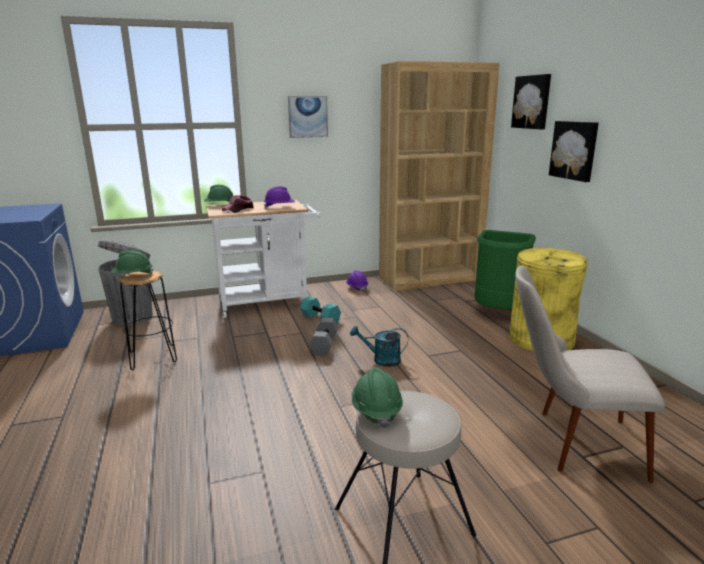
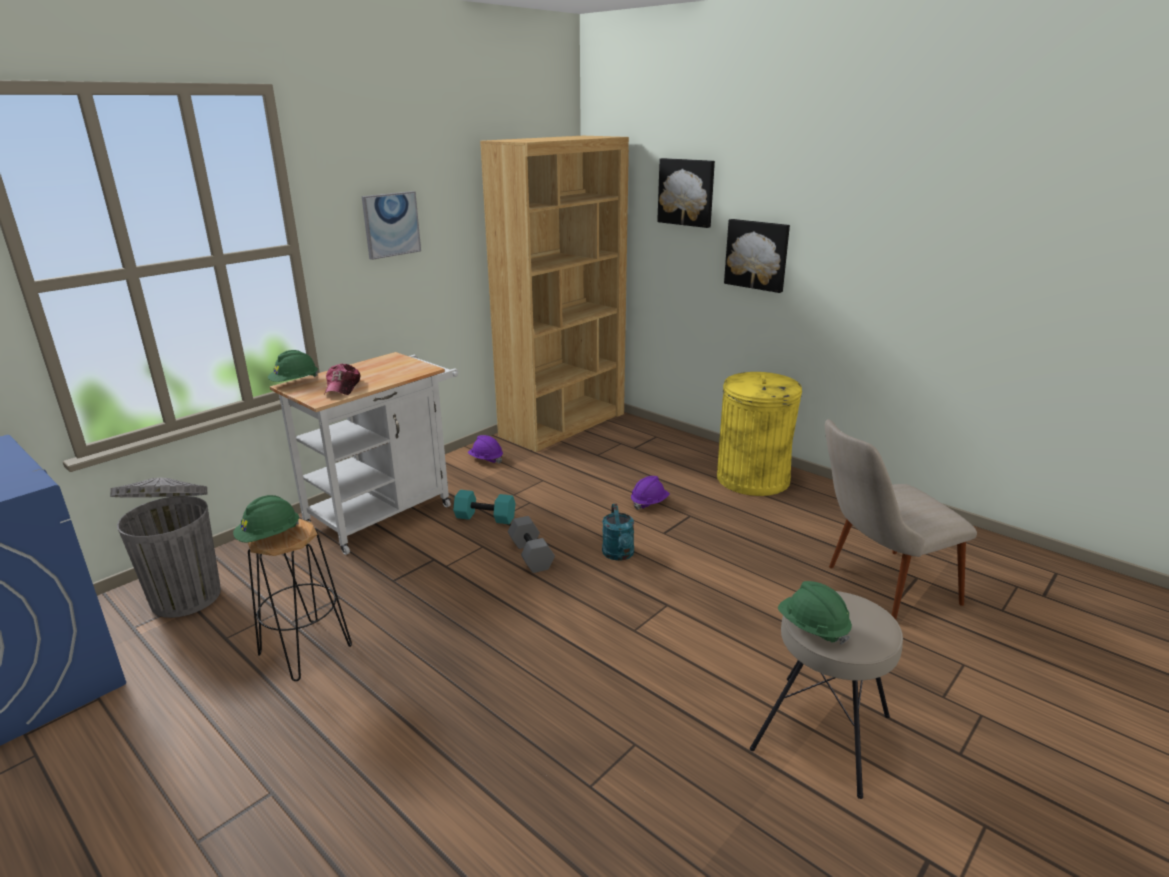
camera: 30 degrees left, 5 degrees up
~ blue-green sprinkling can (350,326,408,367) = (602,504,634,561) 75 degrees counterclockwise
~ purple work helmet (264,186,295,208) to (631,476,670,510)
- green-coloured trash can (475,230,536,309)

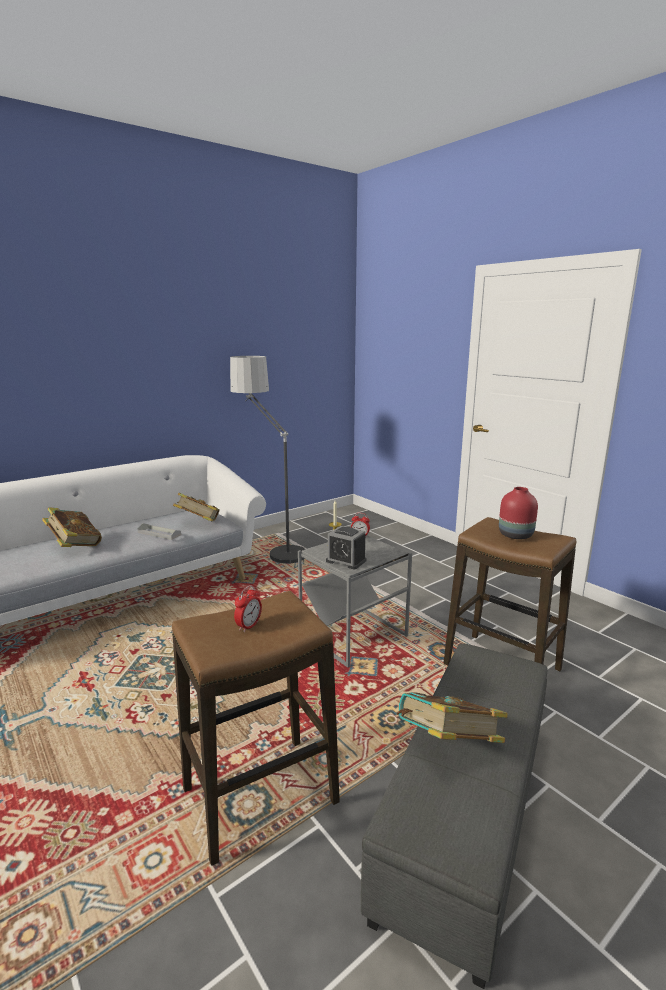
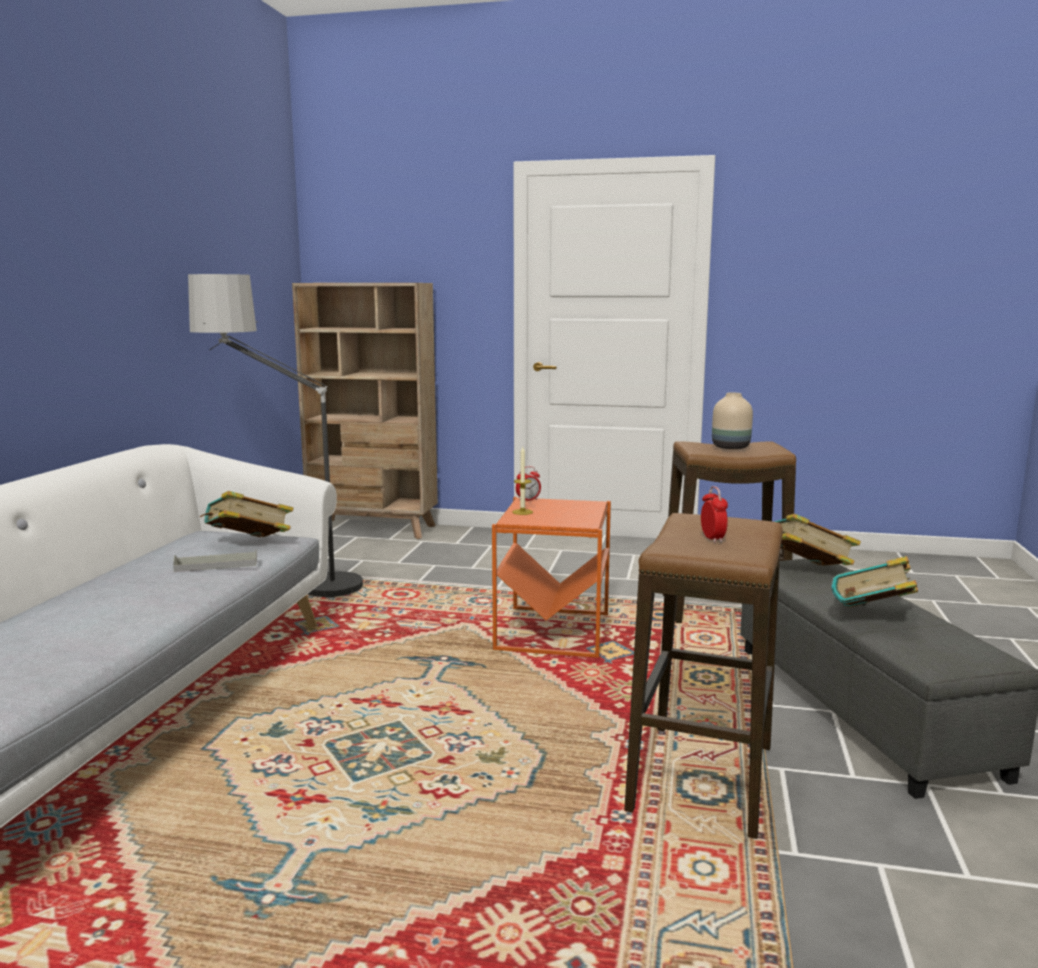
camera: 40 degrees left, 5 degrees down
+ sand-coloured bookshelf (292,283,438,539)
~ grey side table (298,535,412,668) to orange-coloured side table (492,497,611,658)
~ reddish vase (499,487,538,539) to sand-coloured vase (712,393,753,449)
~ book (42,507,102,547) to (774,514,861,566)
- alarm clock (326,526,366,569)

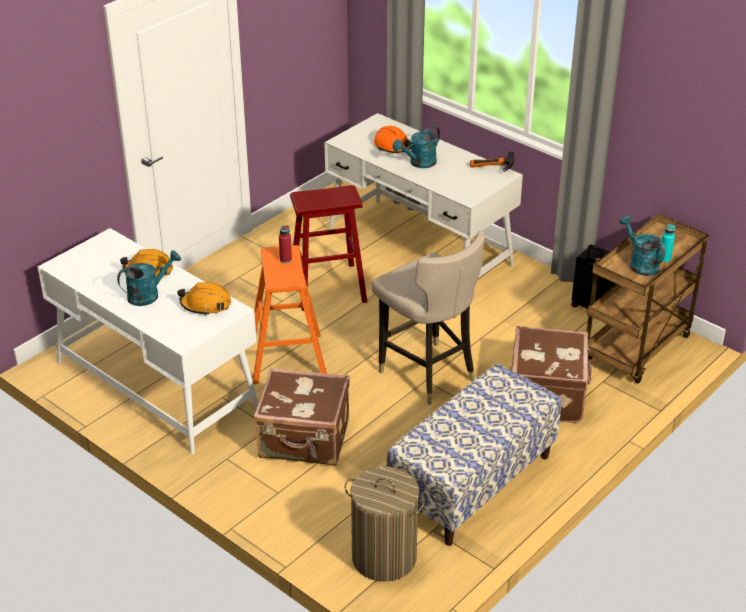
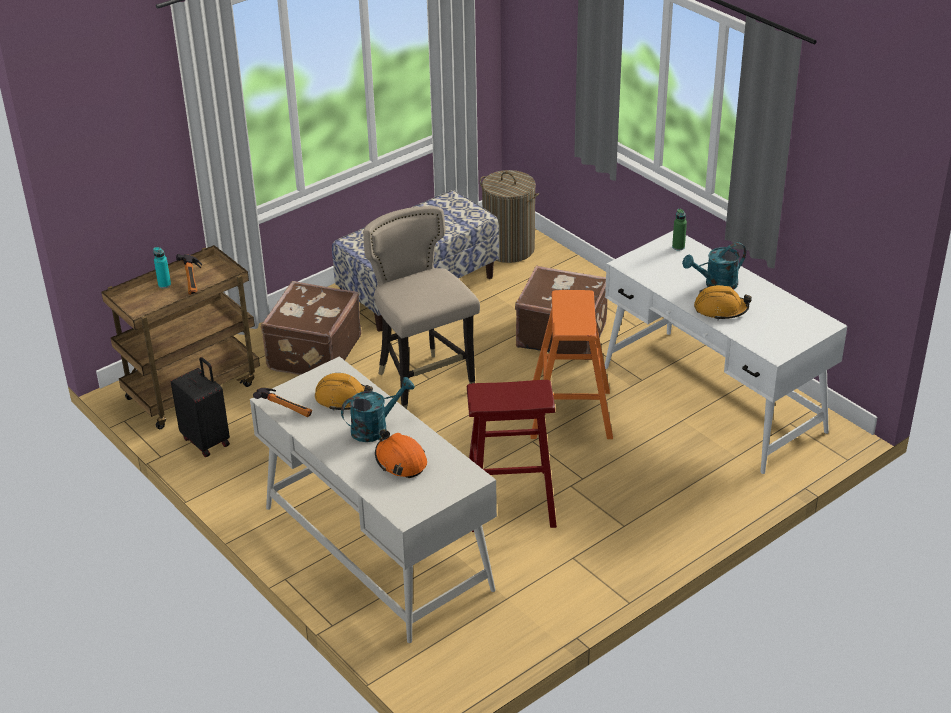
camera: 170 degrees left, 0 degrees up
~ blue-green sprinkling can (620,215,665,276) to hand hammer (176,254,202,295)
~ orange-coloured work helmet (177,282,231,316) to (315,373,373,411)
+ green-coloured bottle (672,209,687,250)
- reddish bottle (279,225,292,263)

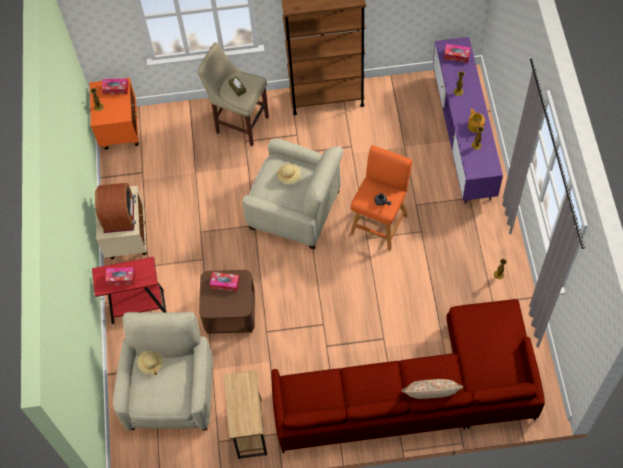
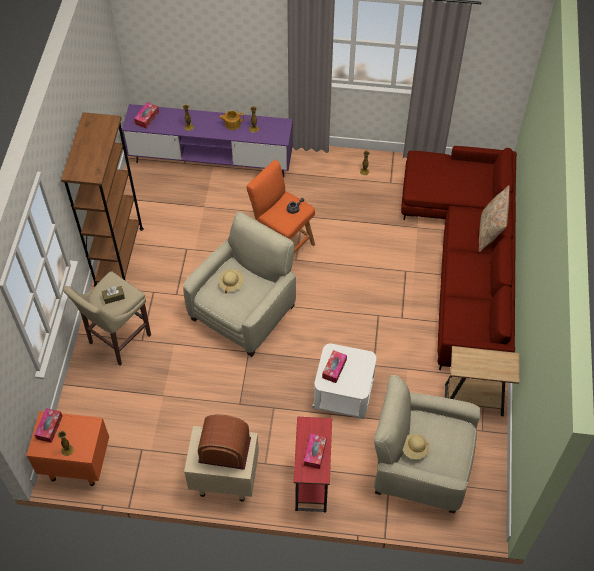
camera: 80 degrees left, 5 degrees down
~ brown-coloured side table (199,270,255,334) to white-coloured side table (312,343,376,419)

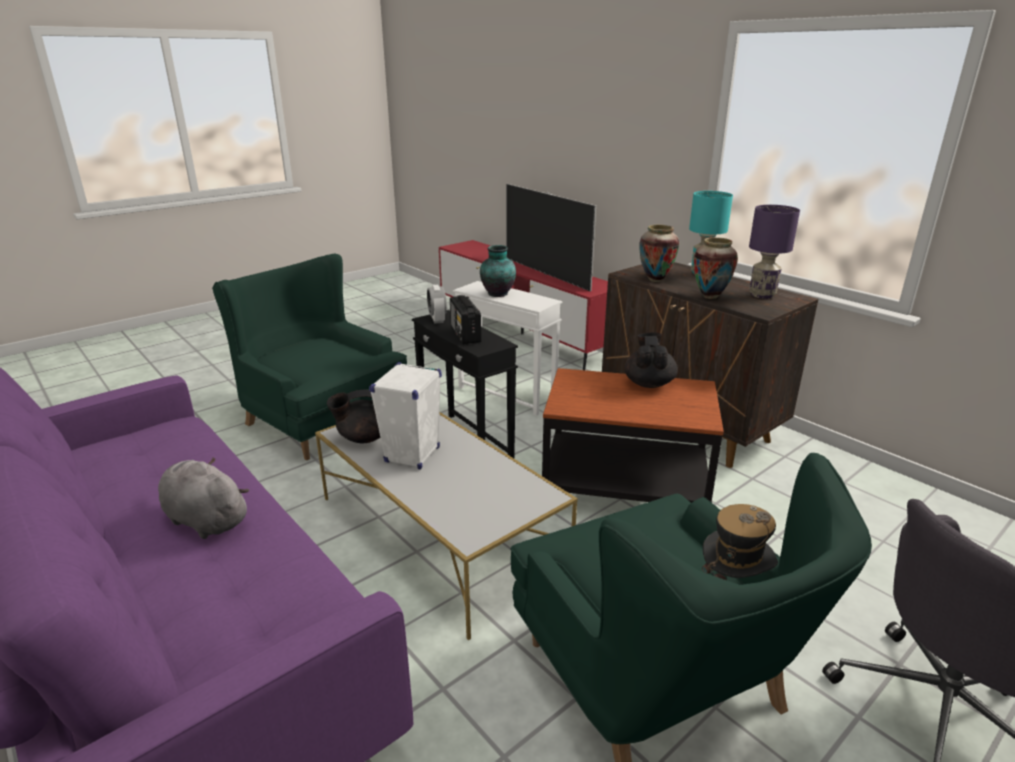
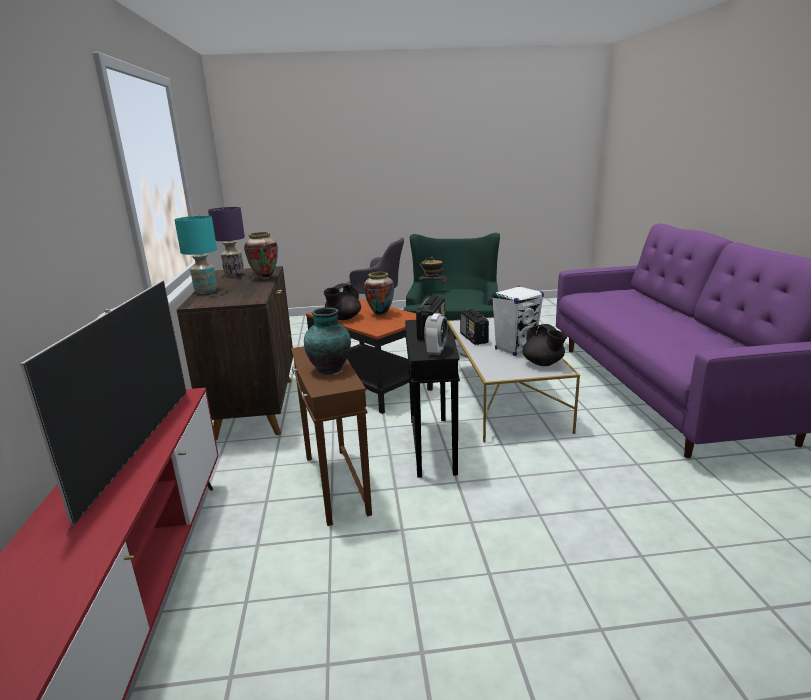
camera: 145 degrees left, 5 degrees down
~ white-coloured side table (453,281,562,416) to brown-coloured side table (291,346,372,526)
~ vase (639,225,679,282) to (364,272,394,316)
+ radio set (460,309,489,345)
~ black-coloured tea pot (327,389,381,443) = (522,324,567,366) 45 degrees clockwise
- grey cuddly toy (158,457,249,539)
- green-coloured armchair (212,254,407,460)

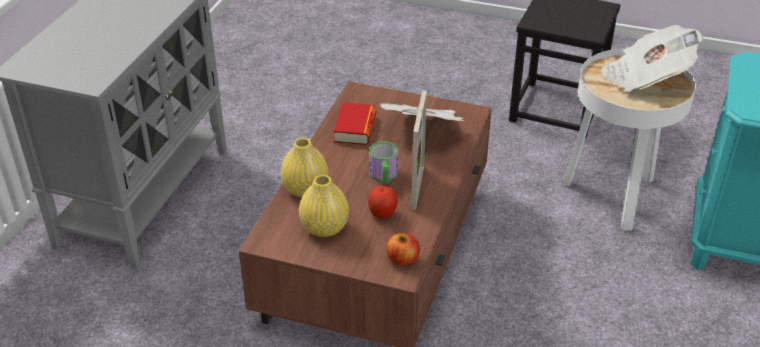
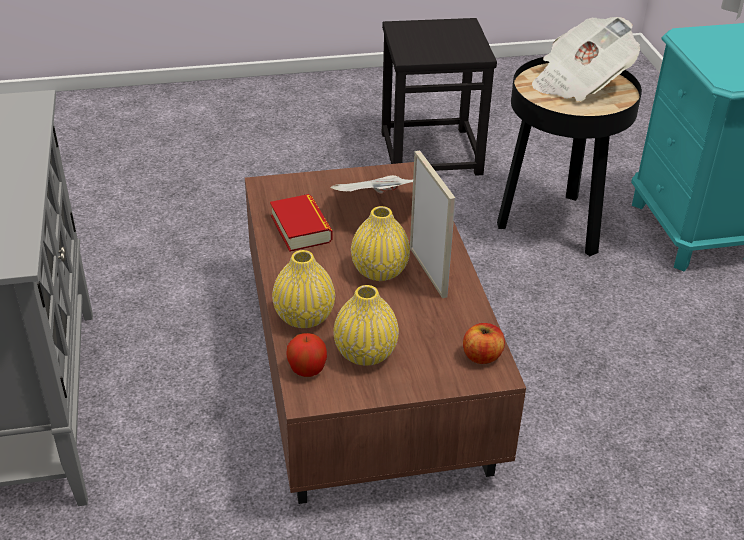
camera: 30 degrees left, 0 degrees up
~ whole apple (368,186,398,218) to (286,333,327,377)
~ tea mug (369,141,398,183) to yellow vase (351,206,410,281)
~ white-coloured side table (563,49,696,231) to black-coloured side table (497,57,642,256)

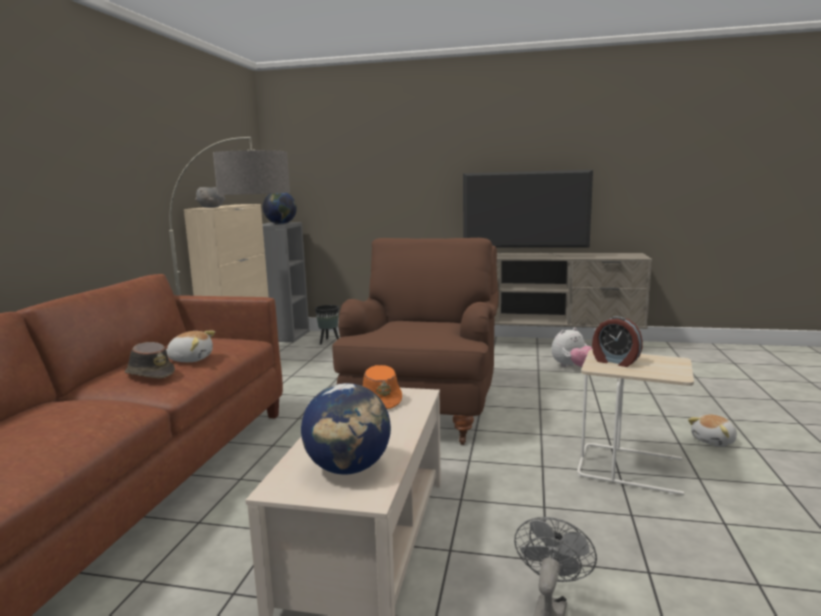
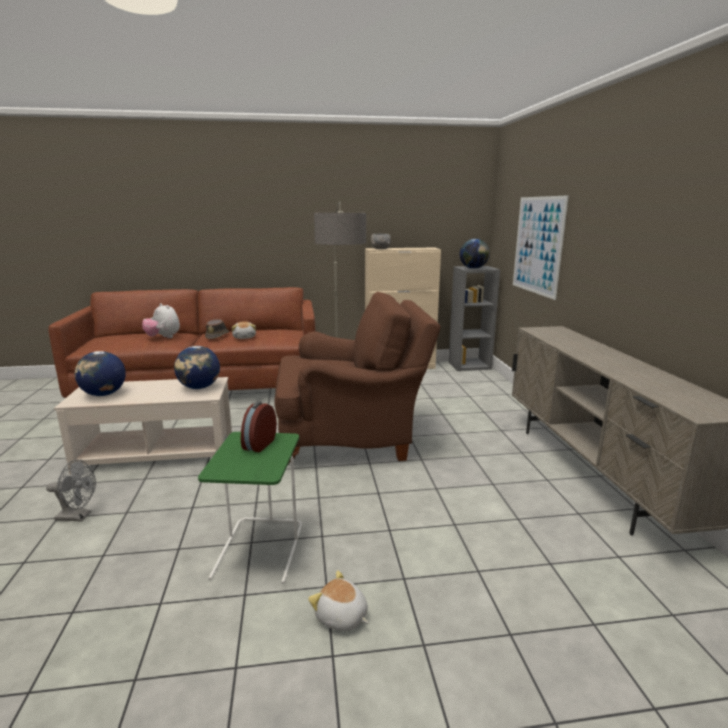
camera: 70 degrees right, 5 degrees up
~ cuddly toy (551,327,592,367) to (142,303,180,338)
~ orange-coloured clothing hat (363,365,402,409) to globe (174,346,220,389)
~ sand-coloured side table (577,349,694,495) to green-coloured side table (198,432,302,584)
+ wall art (513,195,569,300)
- black-coloured flower pot (315,305,339,345)
- TV (463,170,593,257)

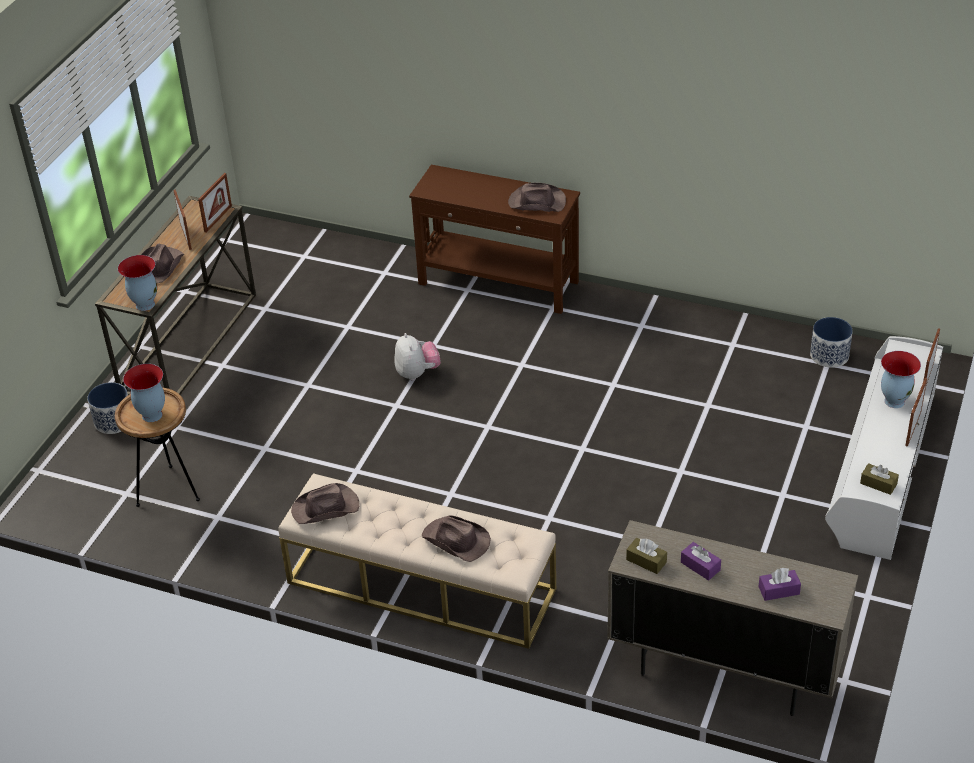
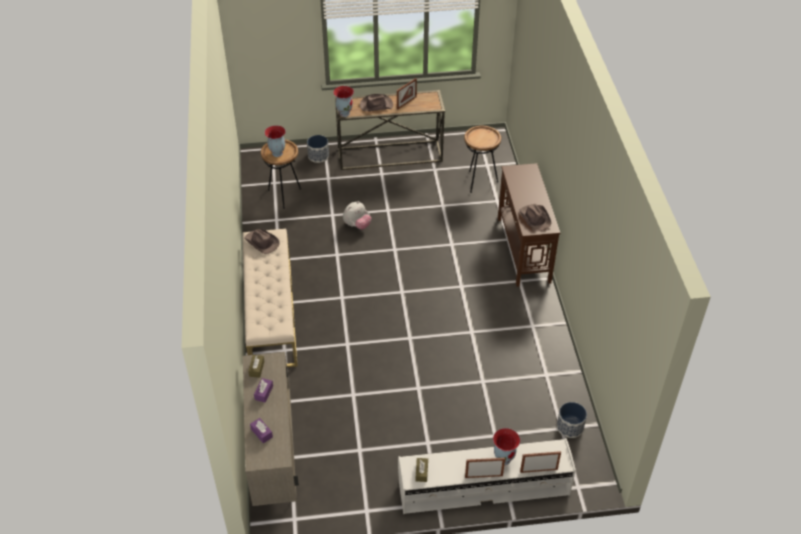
camera: 60 degrees right, 5 degrees up
~ cuddly toy (394,333,441,380) to (343,201,371,229)
+ brown-coloured side table (464,126,501,193)
- picture frame (198,173,232,233)
- brown-coloured clothing hat (422,515,491,562)

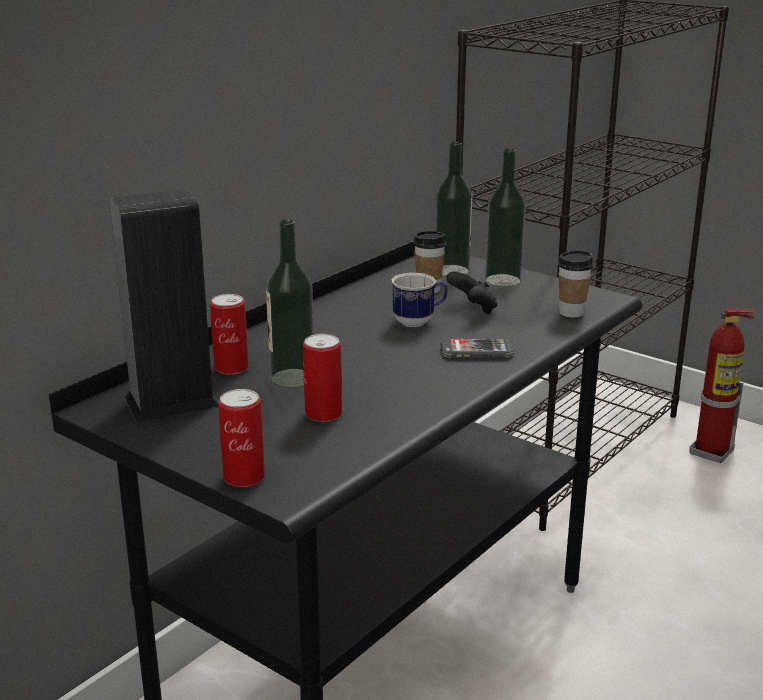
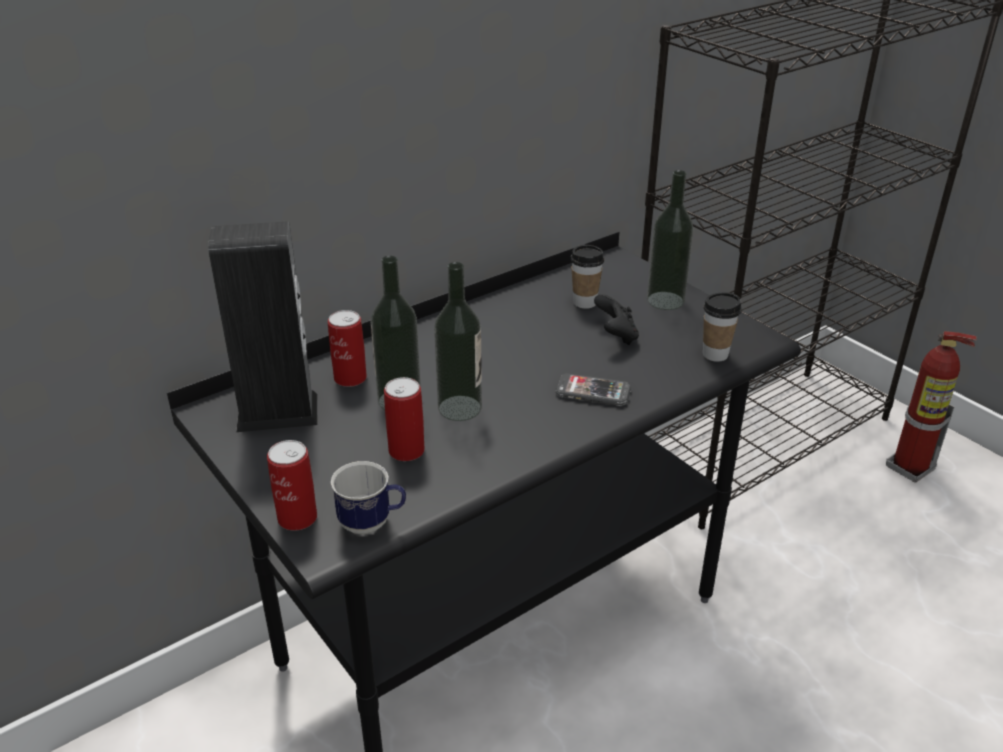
camera: 15 degrees right, 10 degrees up
~ tea mug (392,273,448,327) to (330,461,406,534)
~ bottle (435,141,472,277) to (434,262,482,421)

